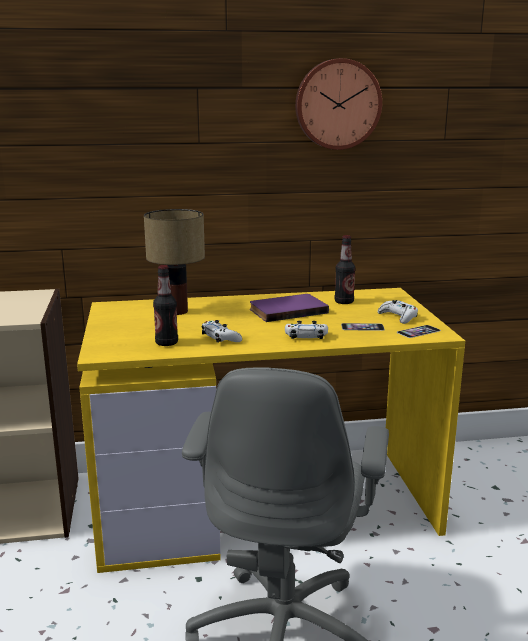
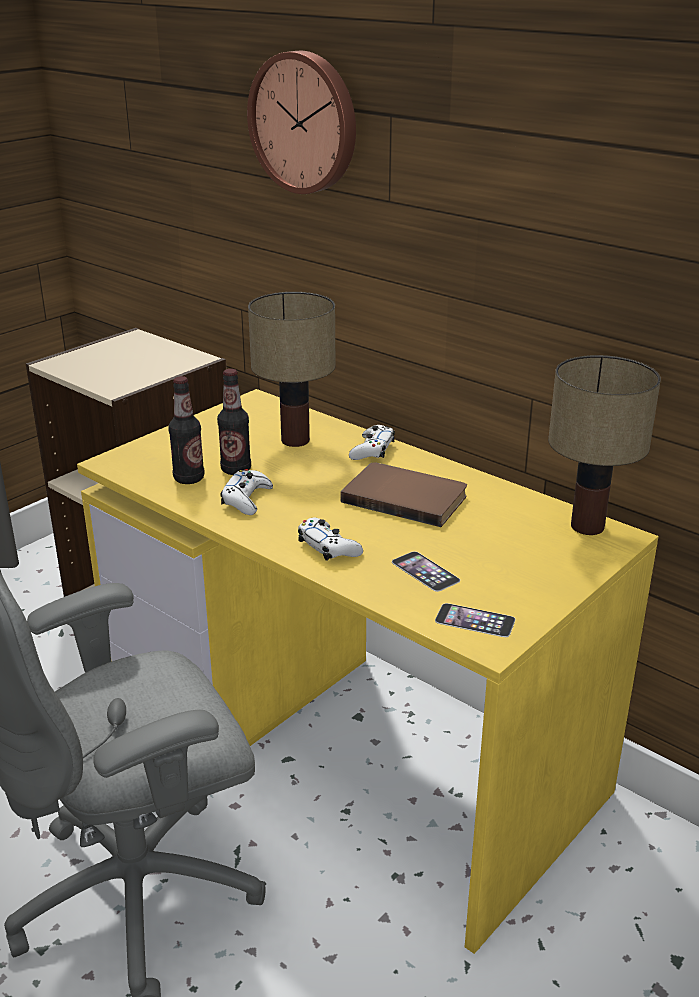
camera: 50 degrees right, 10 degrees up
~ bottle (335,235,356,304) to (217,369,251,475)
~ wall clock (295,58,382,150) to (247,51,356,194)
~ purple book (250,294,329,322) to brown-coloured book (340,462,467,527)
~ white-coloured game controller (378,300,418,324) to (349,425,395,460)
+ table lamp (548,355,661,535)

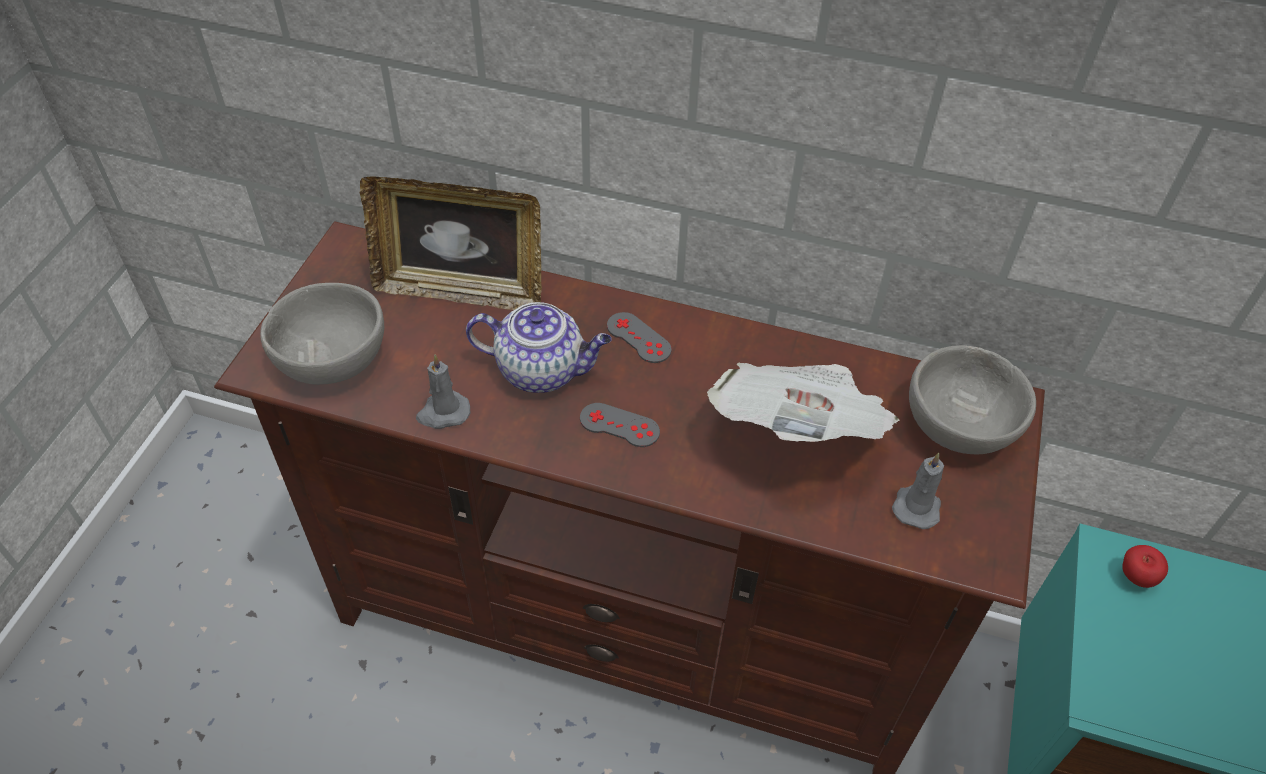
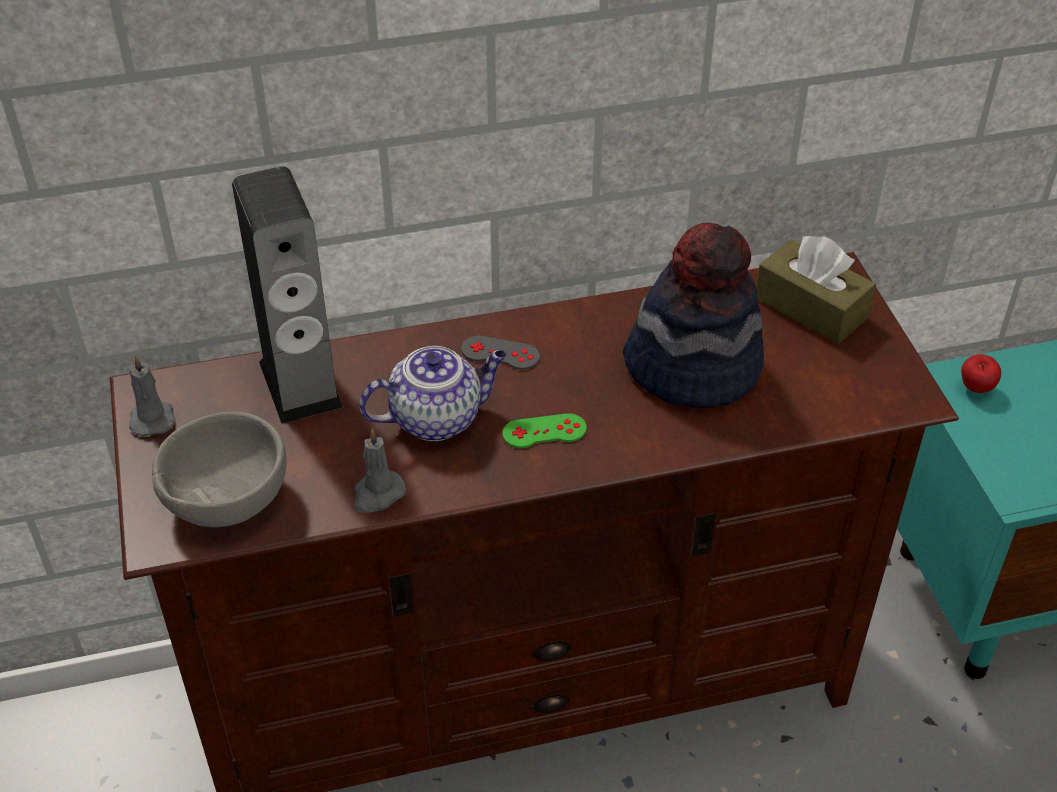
camera: 30 degrees left, 5 degrees down
~ grey wax light (892,453,944,529) to (129,355,176,436)
~ picture frame (360,177,542,310) to audio speaker (232,166,343,424)
~ grey game controller (580,403,660,447) to green-coloured game controller (502,413,587,448)
~ newspaper (707,363,900,442) to clothing hat (623,223,764,408)
~ grey deep dish (909,345,1036,454) to brown-coloured tissue box (756,235,876,344)

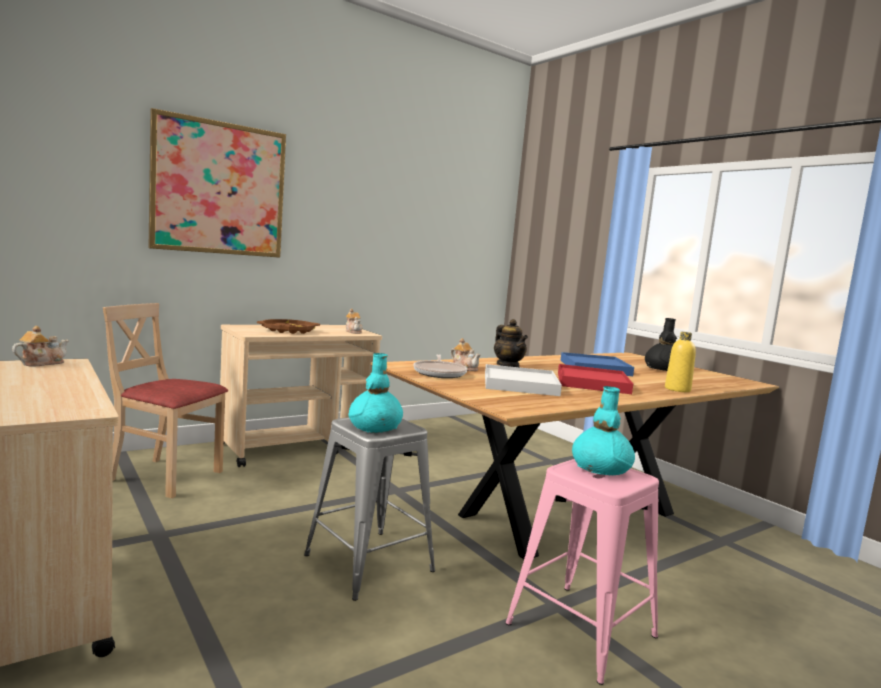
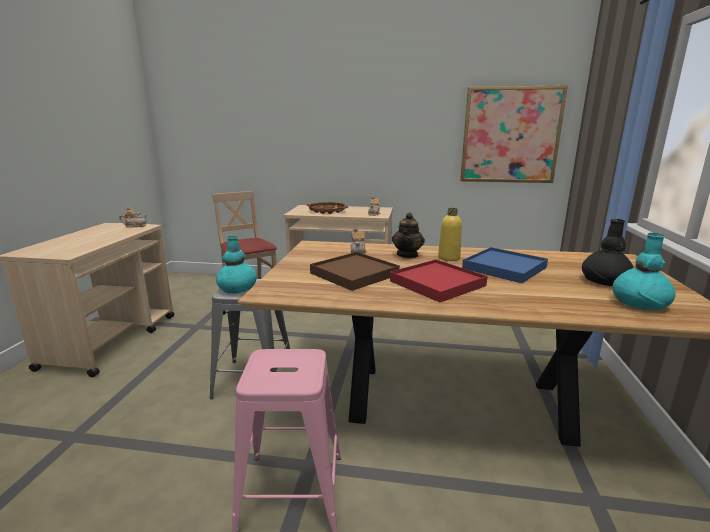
camera: 45 degrees right, 10 degrees up
~ white-coloured carrying tray (485,364,562,396) to brown-coloured carrying tray (310,252,400,291)
~ yellow bottle (665,332,696,392) to (438,208,462,261)
~ wall art (149,108,286,258) to (460,85,568,183)
~ blue-green vase (572,386,635,475) to (612,233,676,310)
- pan (414,354,467,378)

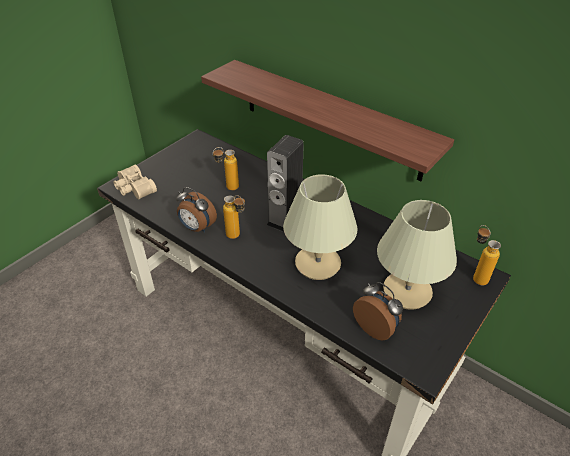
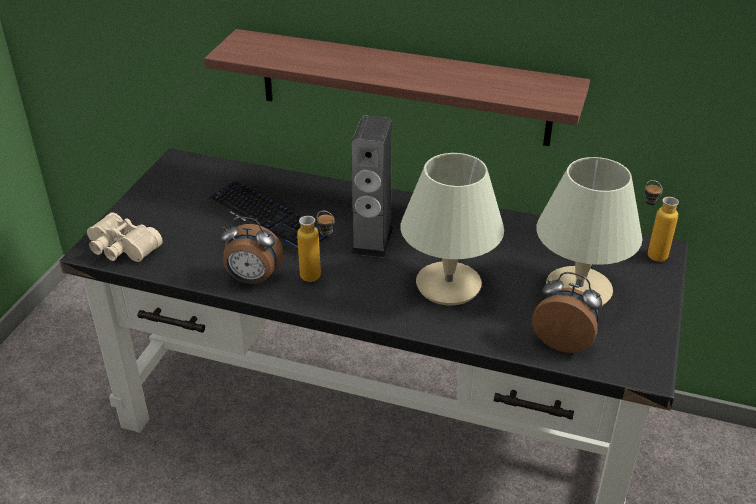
camera: 20 degrees left, 5 degrees down
~ bottle (213,147,239,190) to computer keyboard (203,180,331,254)

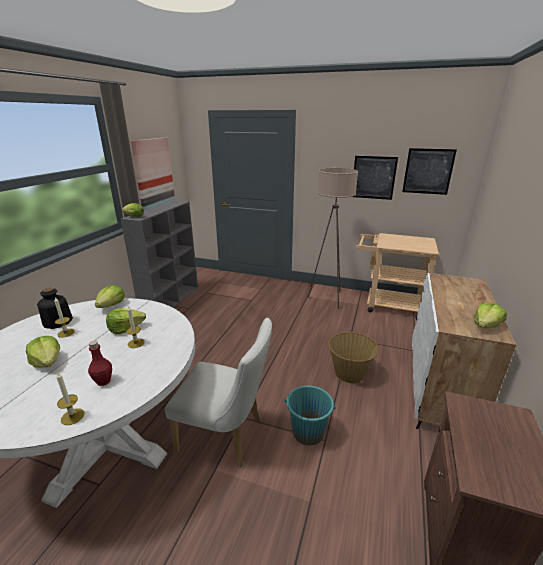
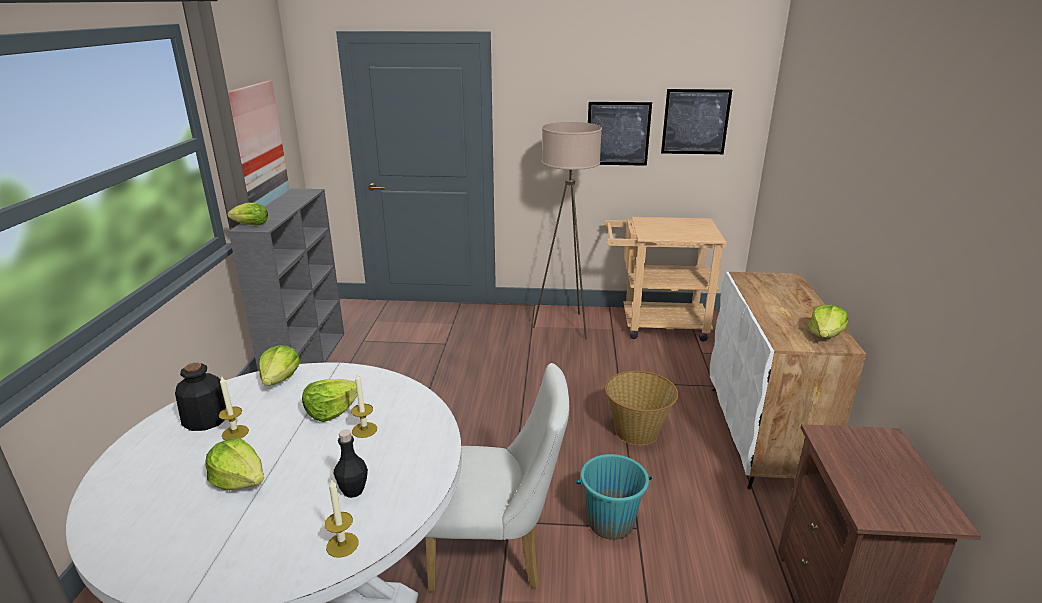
camera: 15 degrees left, 0 degrees up
~ reddish bottle (88,340,112,386) to black-coloured bottle (334,429,368,498)

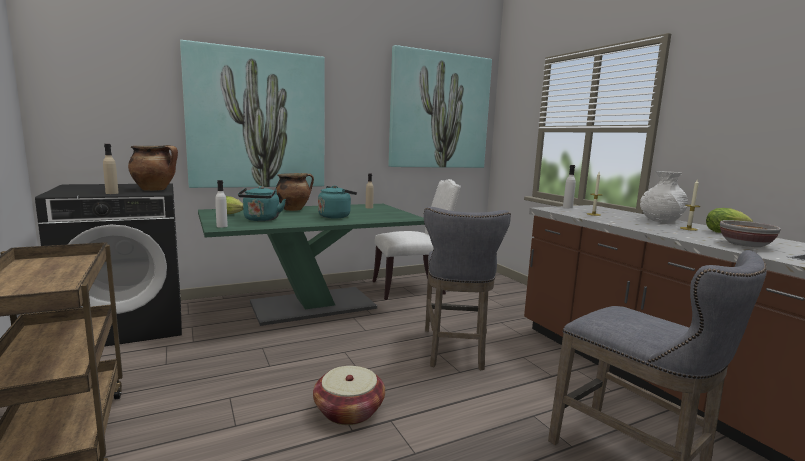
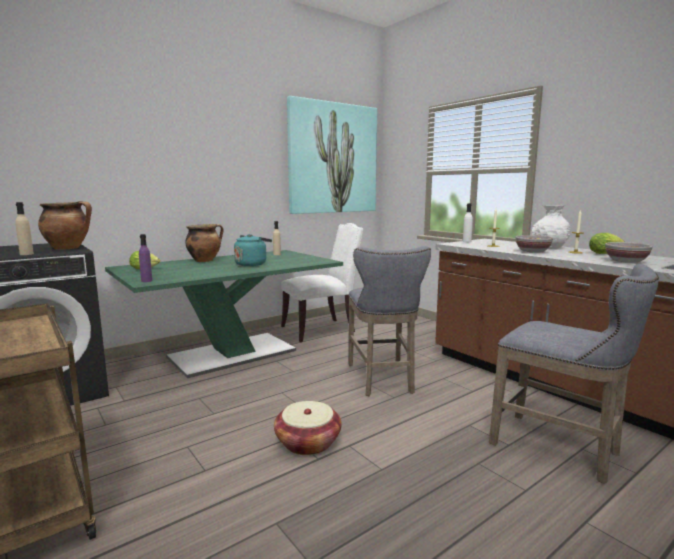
camera: 10 degrees left, 0 degrees up
~ white-coloured bottle (215,180,228,228) to purple bottle (139,234,152,282)
+ deep dish (516,235,553,253)
- wall art (180,40,325,188)
- blue-green kettle (238,186,286,221)

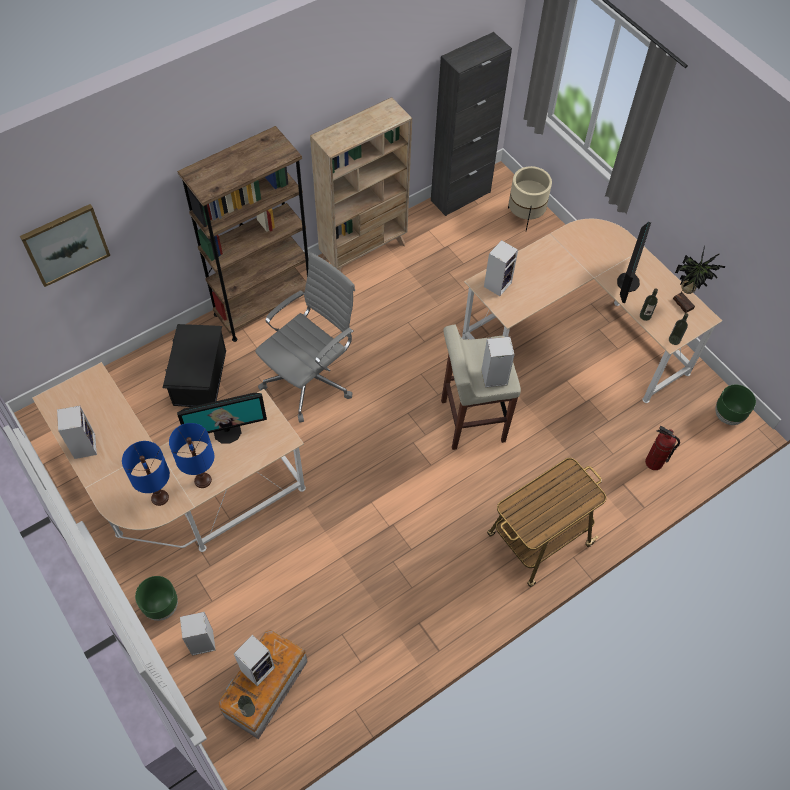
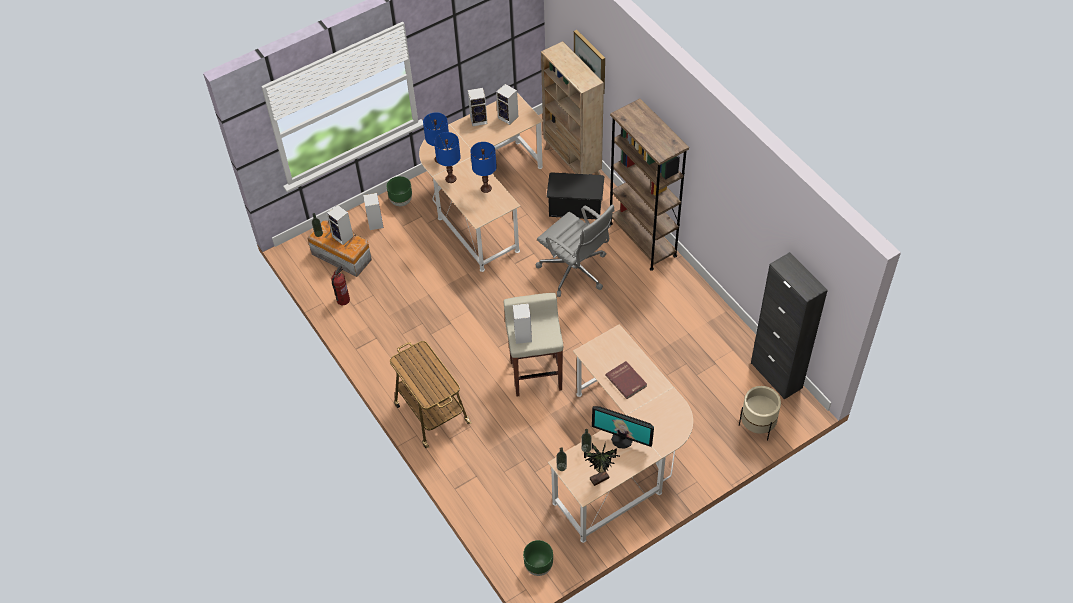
camera: 95 degrees right, 5 degrees down
~ fire extinguisher (645,426,680,470) to (331,265,350,305)
~ computer screen (177,393,267,444) to bluish table lamp (470,142,497,193)
~ audio speaker (484,240,518,296) to (496,84,518,125)
~ sand-coloured bookshelf (310,97,412,272) to (541,41,604,175)
+ reddish book (605,361,647,399)

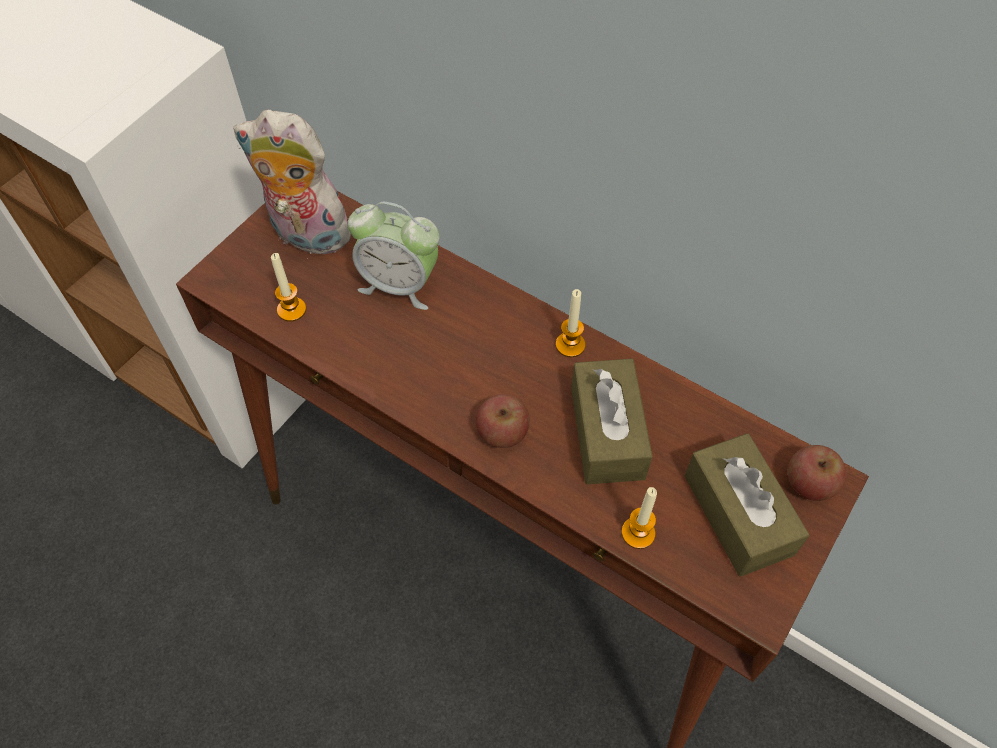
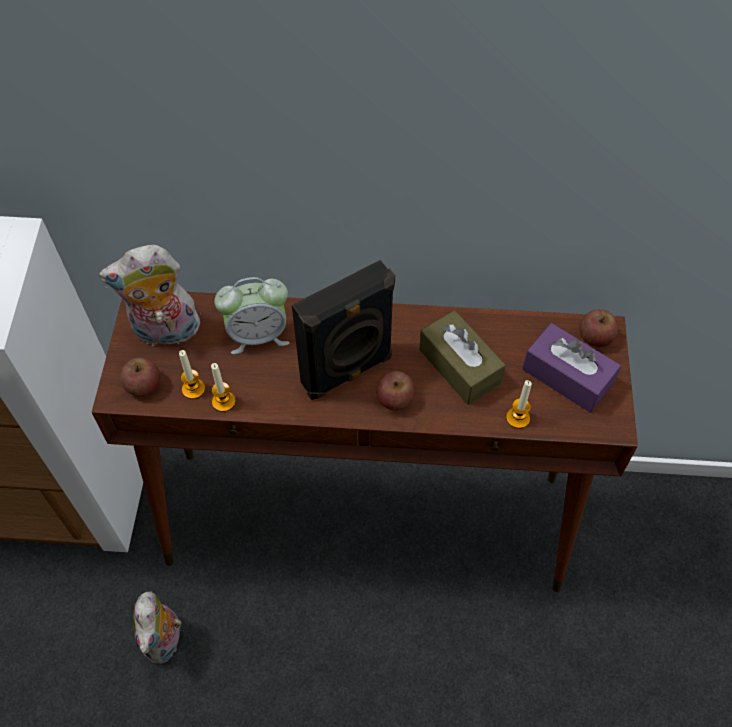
camera: 30 degrees left, 0 degrees up
+ whole apple (120,357,160,396)
+ cuddly toy (133,592,181,664)
~ wax light (556,289,585,357) to (211,363,236,412)
+ black-coloured audio speaker (292,260,395,400)
~ brown-coloured tissue box (685,433,810,577) to purple tissue box (522,323,621,413)

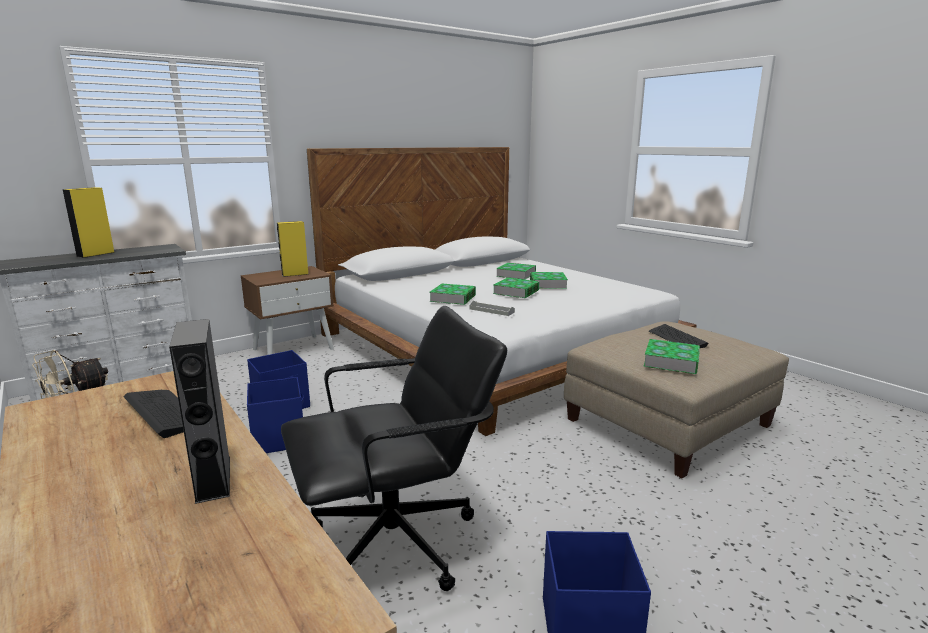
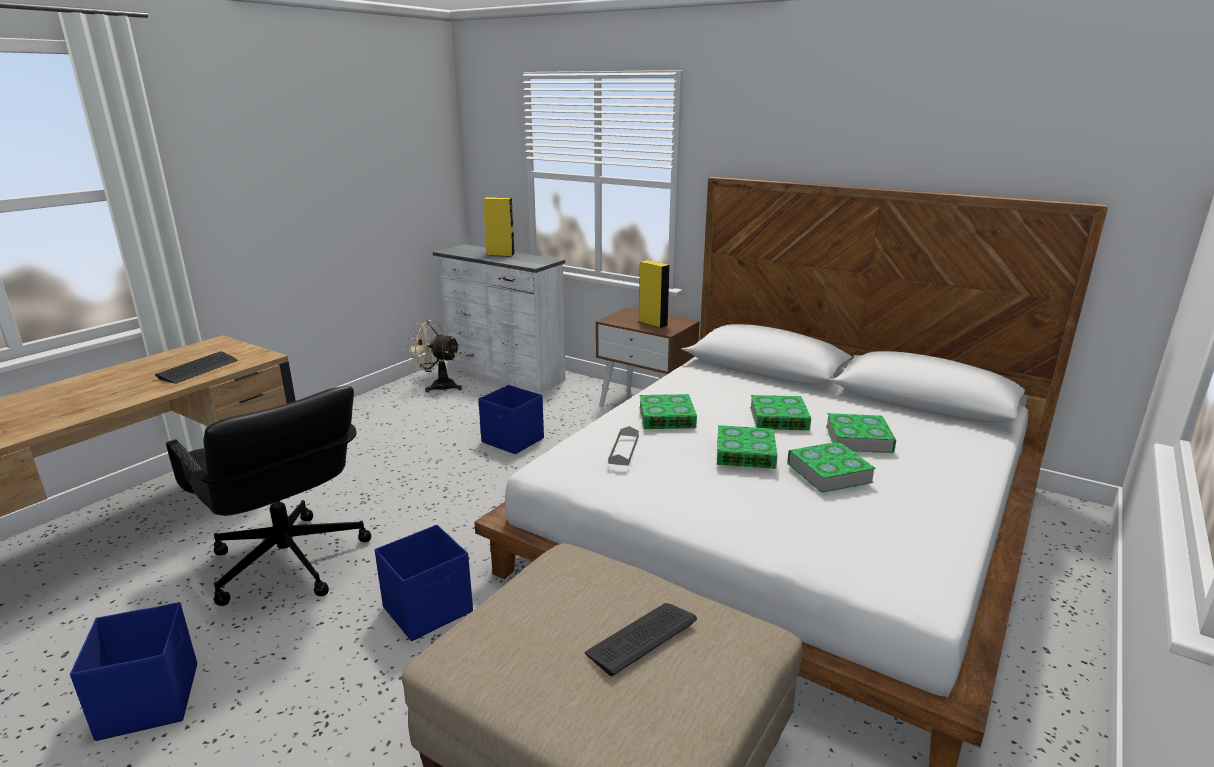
camera: 70 degrees right, 5 degrees up
~ bluish storage container (247,377,304,453) to (375,525,473,641)
~ book (643,339,700,374) to (750,395,811,430)
- grey audio speaker (169,319,230,504)

